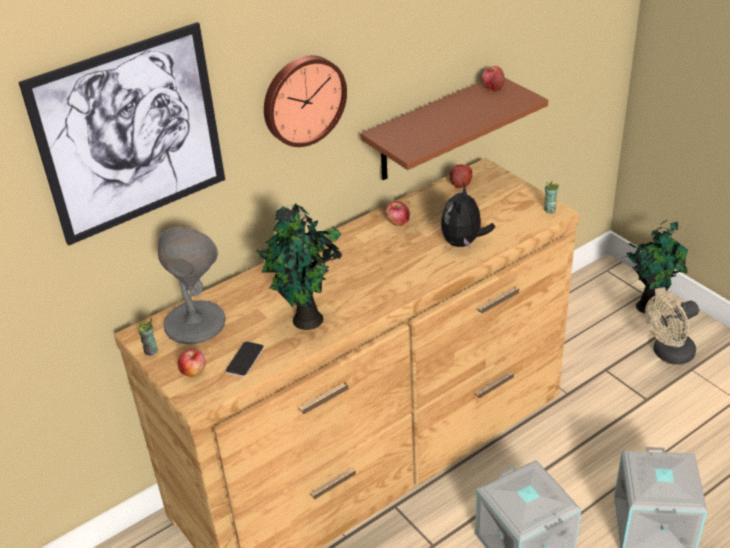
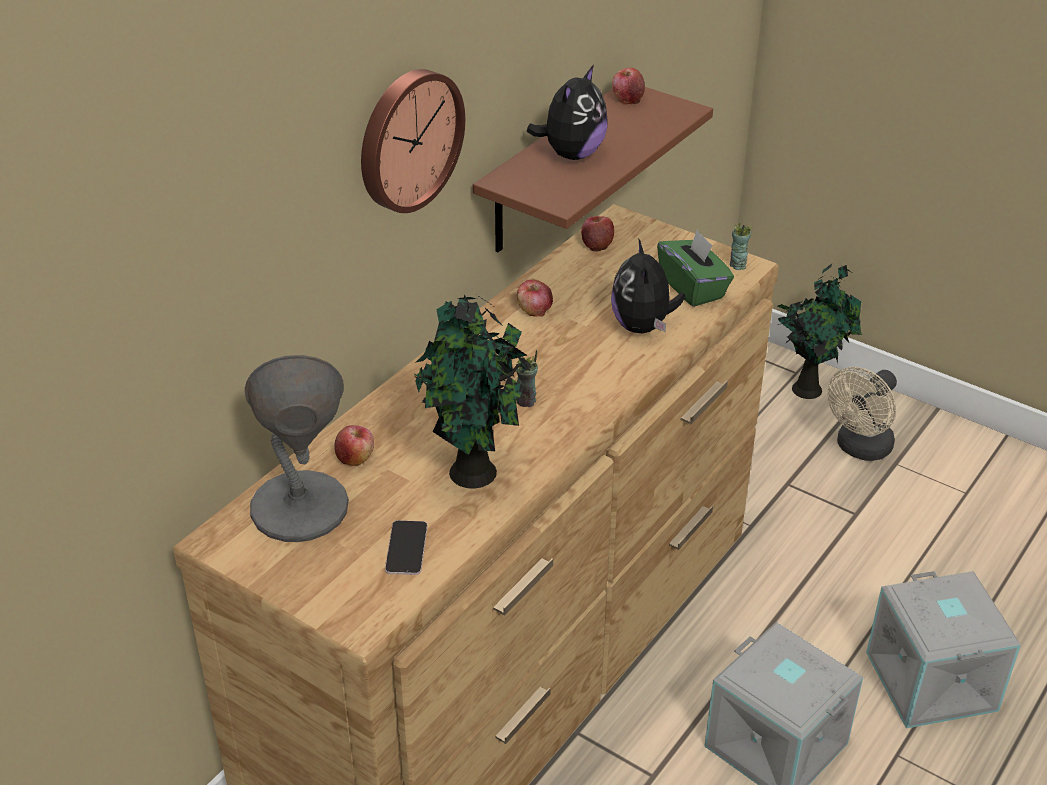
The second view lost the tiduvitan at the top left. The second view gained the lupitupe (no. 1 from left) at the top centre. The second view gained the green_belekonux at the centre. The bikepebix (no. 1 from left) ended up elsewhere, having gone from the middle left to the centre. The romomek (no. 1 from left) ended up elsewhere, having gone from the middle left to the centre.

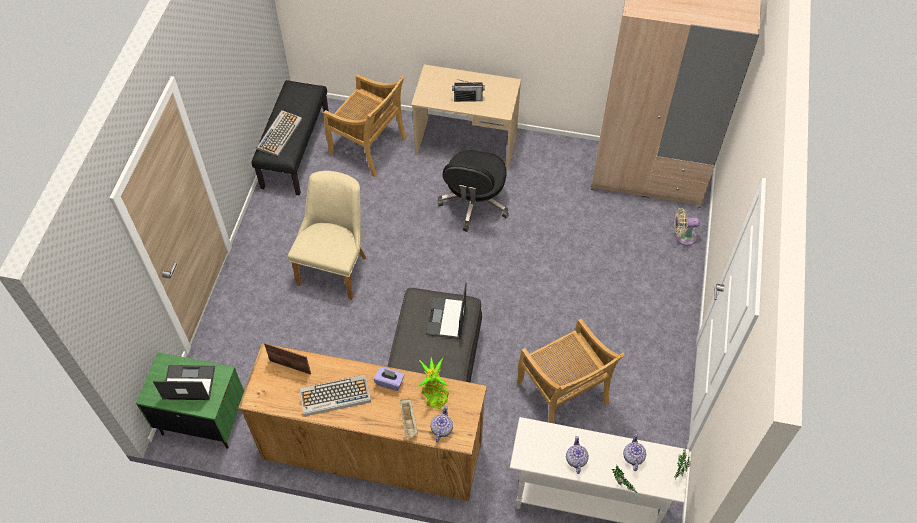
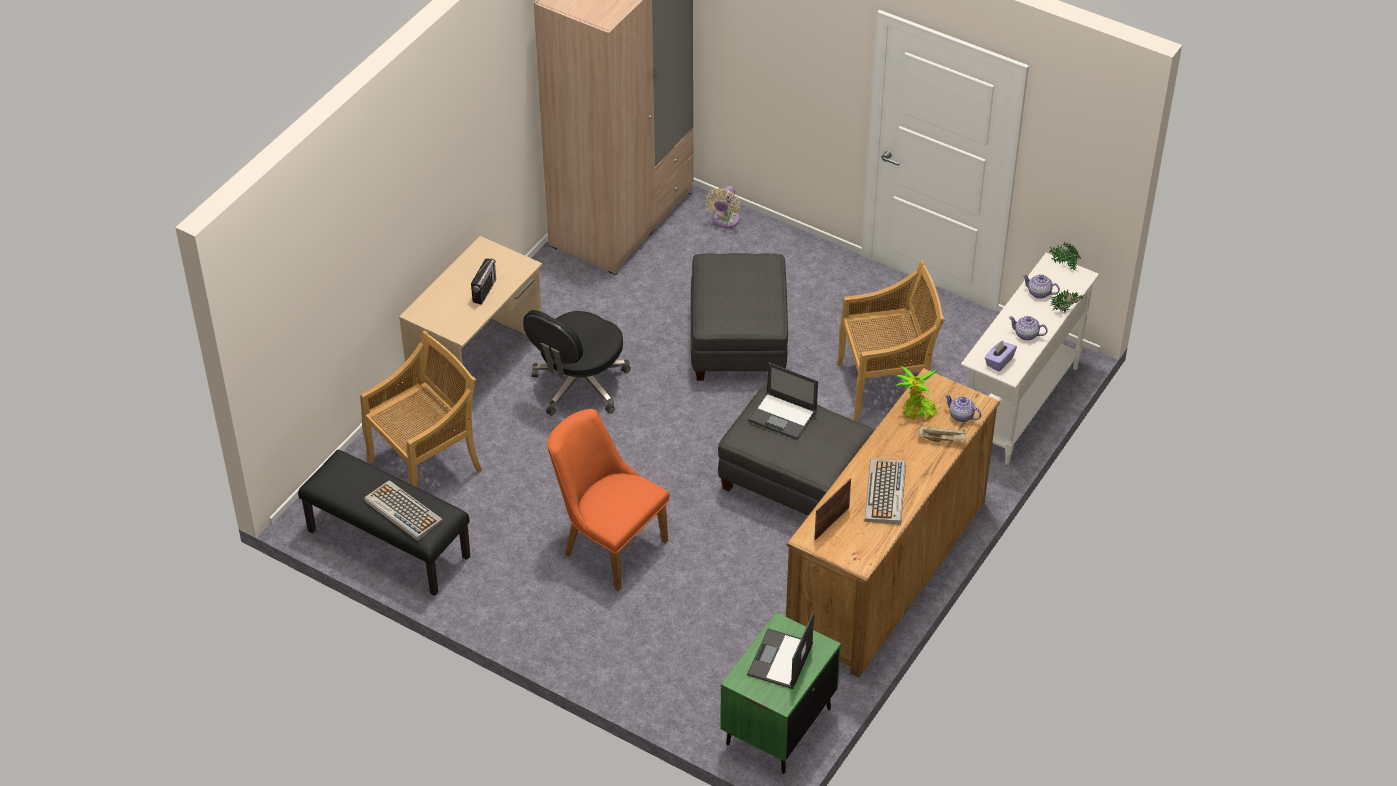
The second view gained the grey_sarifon (no. 1 from left) at the centre. The purple_belekonux ended up elsewhere, having gone from the bottom centre to the middle right. What was the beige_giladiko (no. 1 from left) at the centre turned into the orange_giladiko at the centre. The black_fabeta at the centre ended up facing another way, 90 degrees clockwise from before.

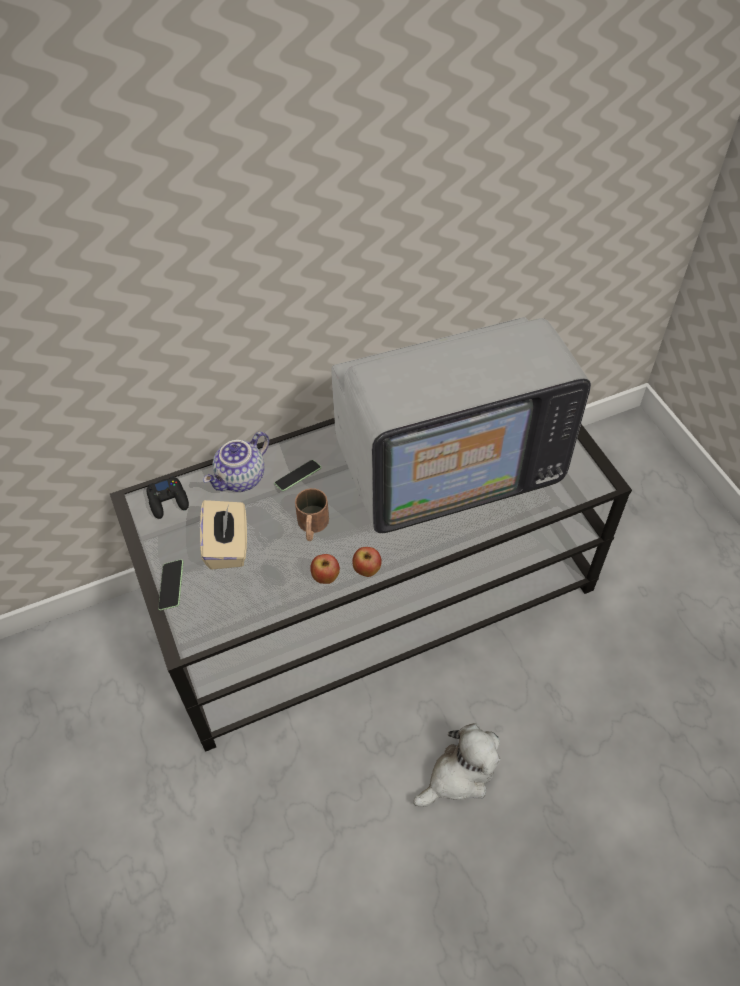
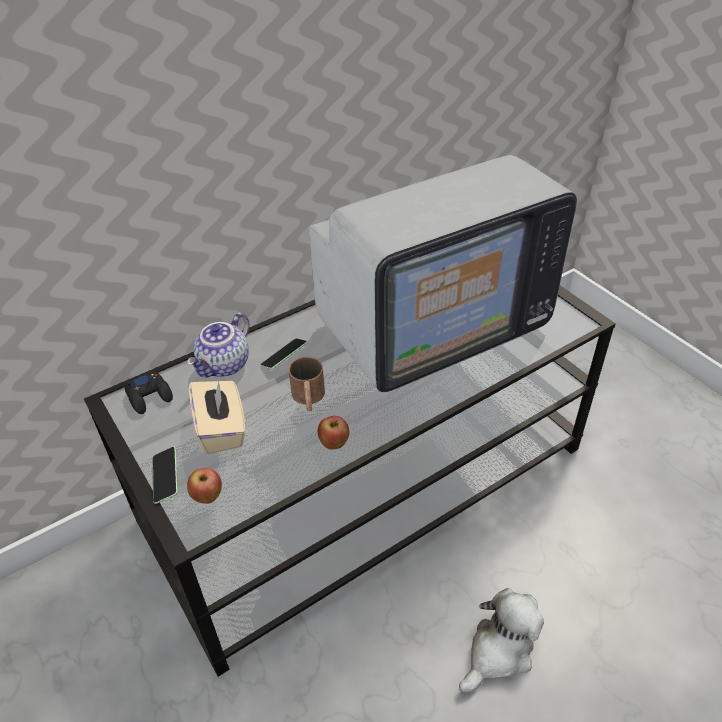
The romomek (no. 2 from left in the first image) ended up elsewhere, having gone from the centre to the bottom left.

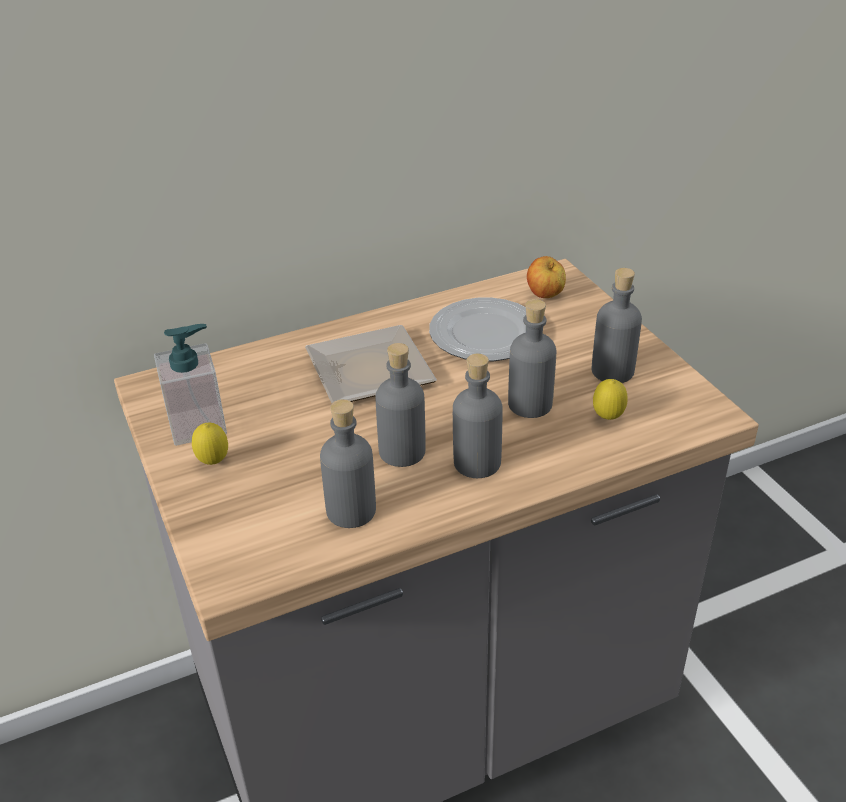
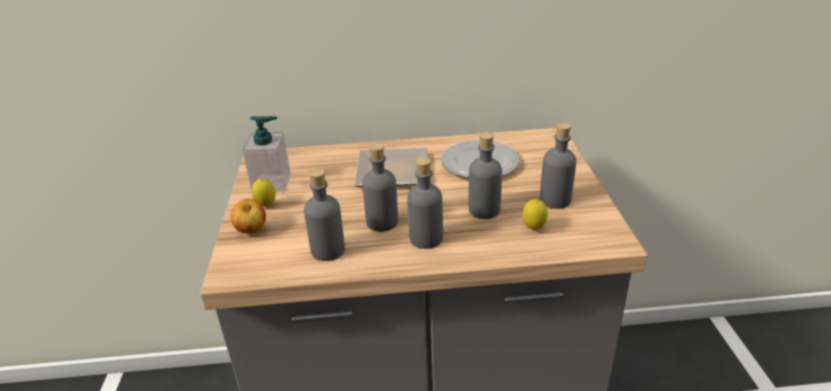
The romomek ended up elsewhere, having gone from the centre to the middle left.

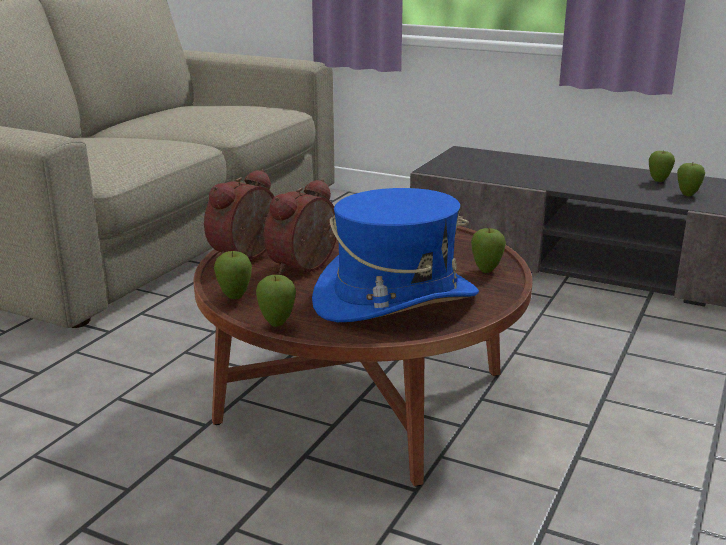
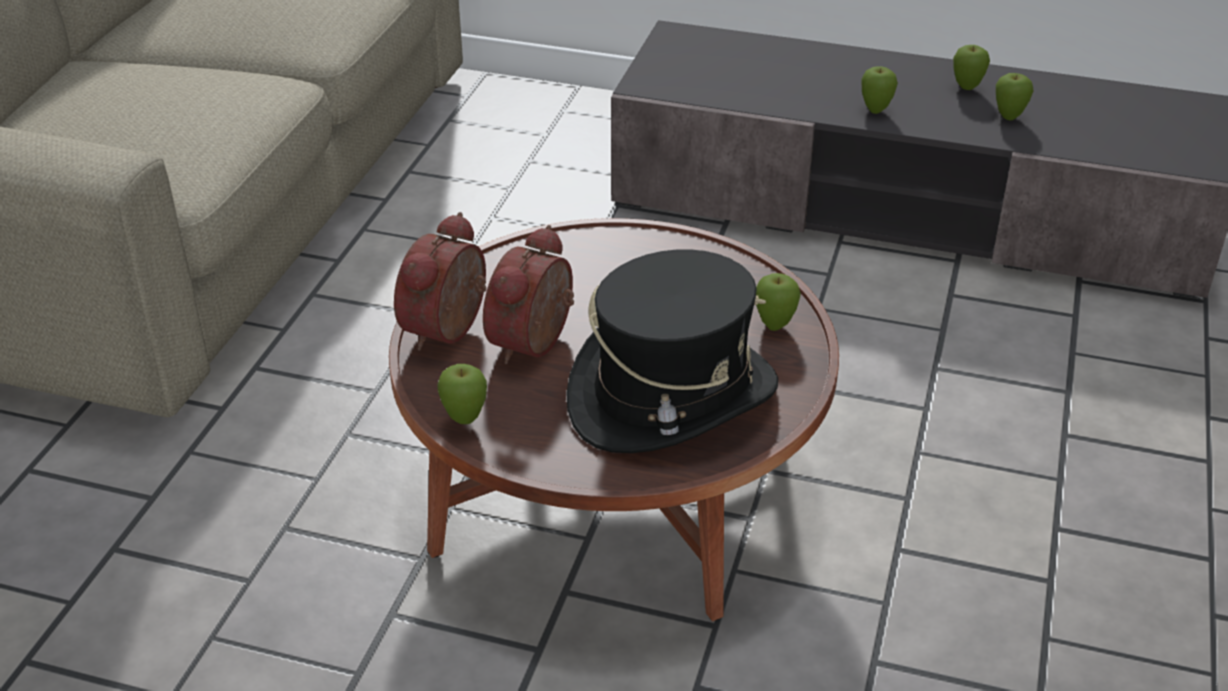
The romomek (no. 2 from left in the first image) ended up elsewhere, having gone from the centre to the top right. What was the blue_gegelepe at the centre turned into the black_gegelepe at the centre.

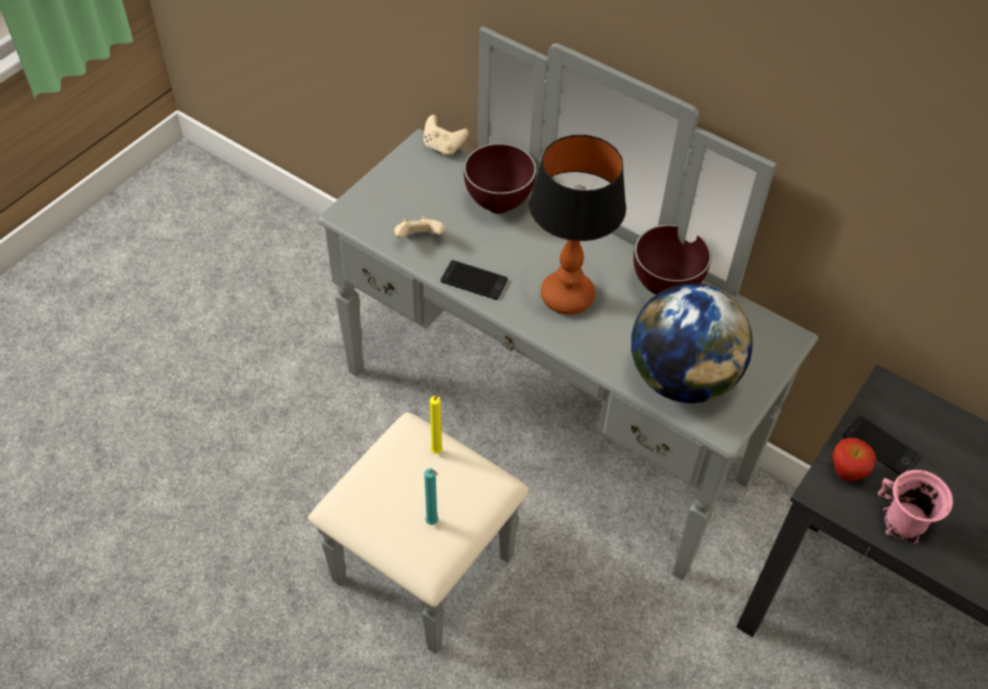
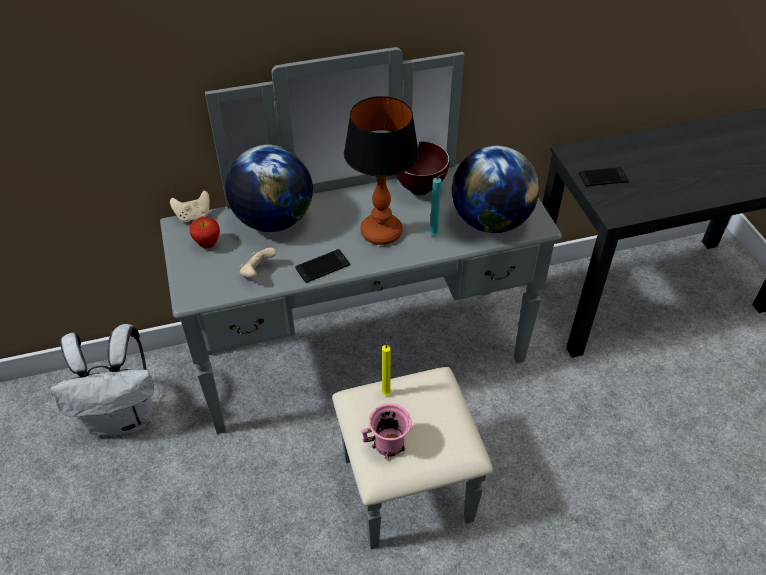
The second view gained the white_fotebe at the middle left. The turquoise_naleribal ended up elsewhere, having gone from the bottom centre to the centre. The romomek ended up elsewhere, having gone from the middle right to the middle left. The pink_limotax ended up elsewhere, having gone from the bottom right to the bottom centre. Where the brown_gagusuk (no. 1 from left) stood at the top centre, the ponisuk (no. 1 from left) came to stand at the top centre.

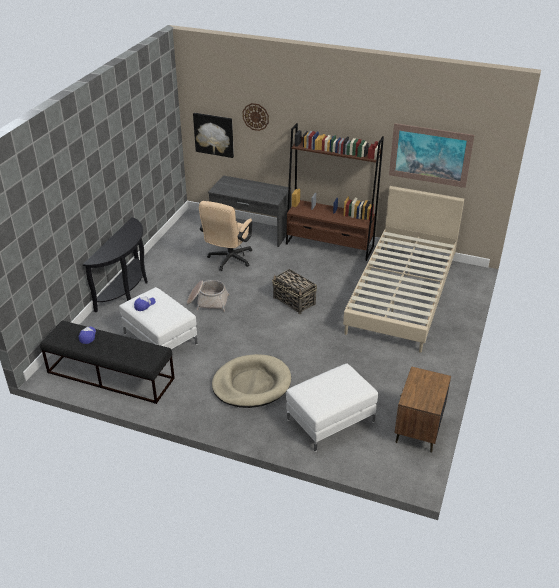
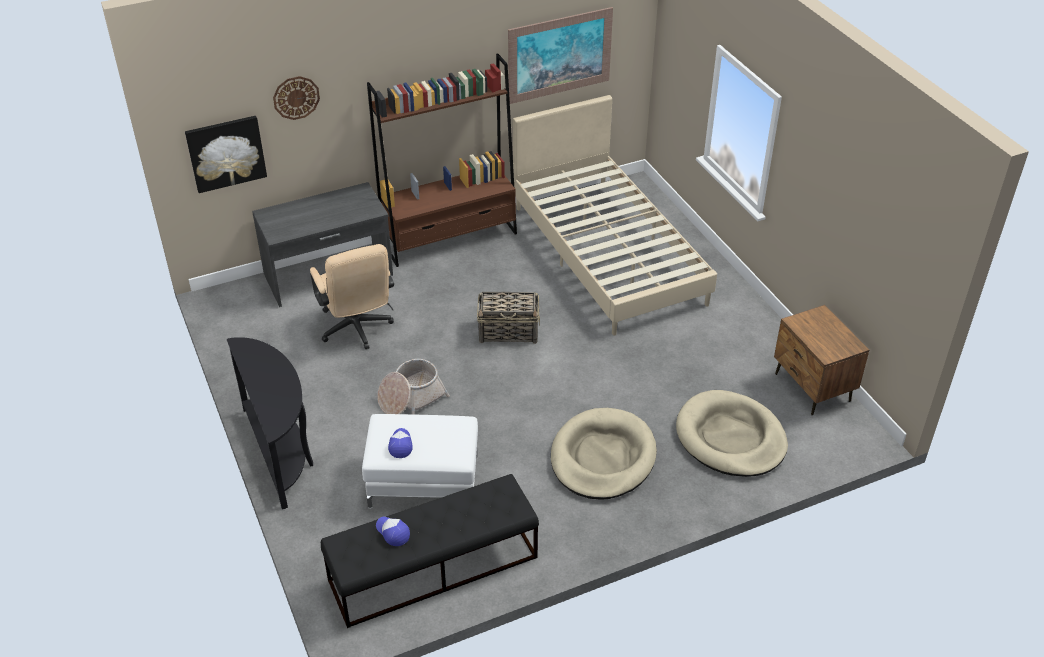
Where the white_sarifon (no. 2 from left) stood at the bottom centre, the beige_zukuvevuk (no. 2 from left) came to stand at the middle right.

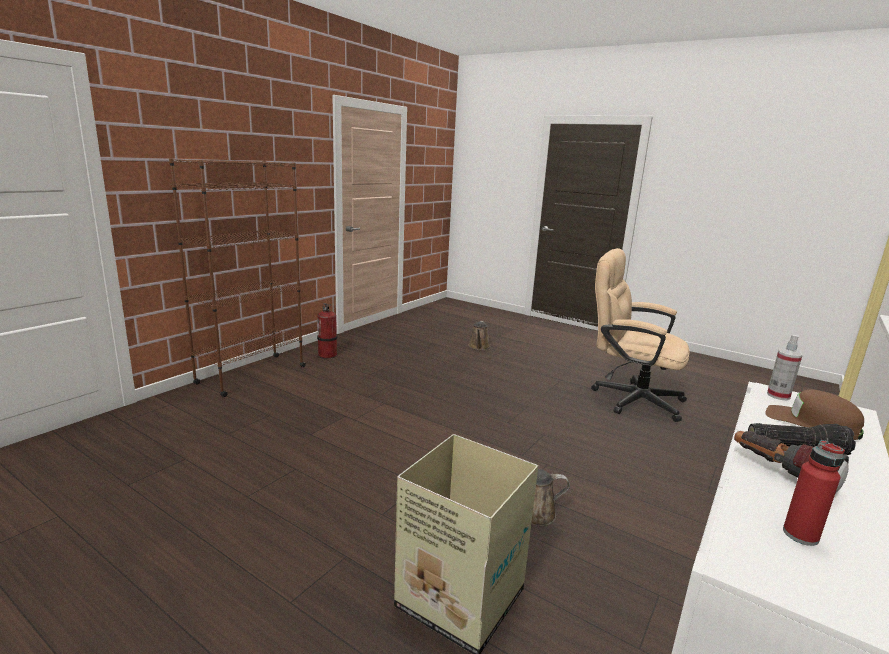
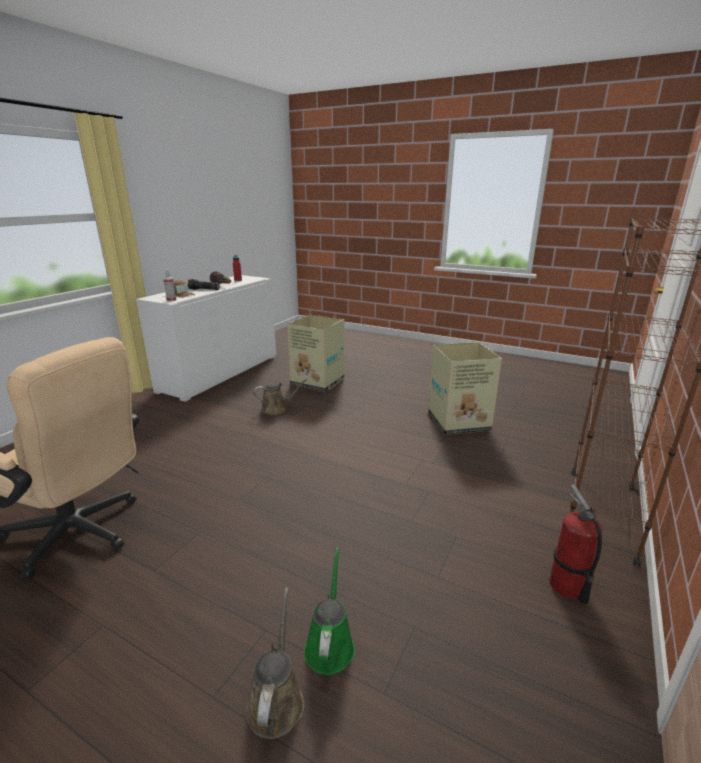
The second view gained the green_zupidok at the bottom centre. The second view gained the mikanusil (no. 2 from left) at the centre.

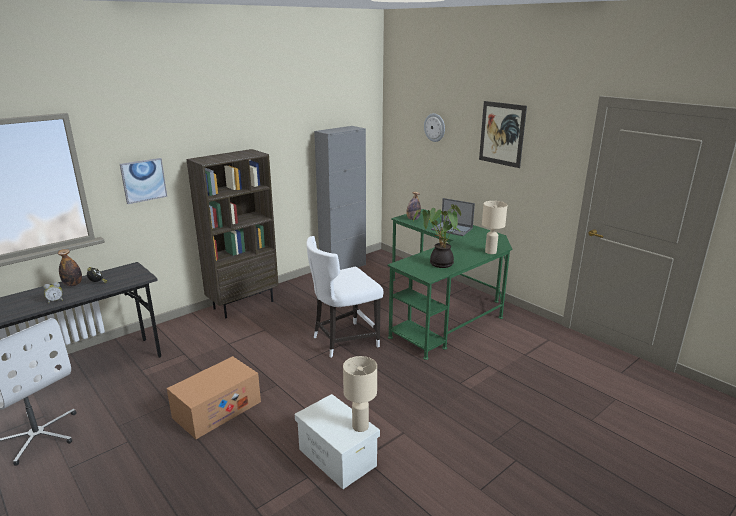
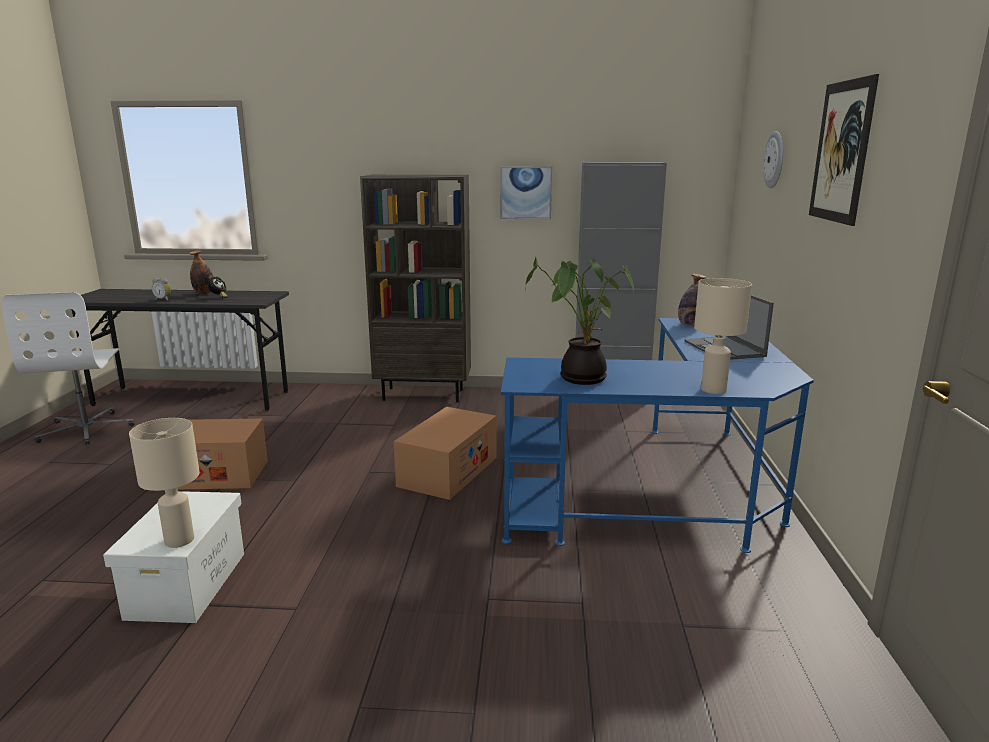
The tiduvitan (no. 1 from left) ended up elsewhere, having gone from the middle left to the top centre. Where the white_giladiko stood at the centre, the mikanusil (no. 2 from left) came to stand at the centre. What was the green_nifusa at the centre turned into the blue_nifusa at the centre.

